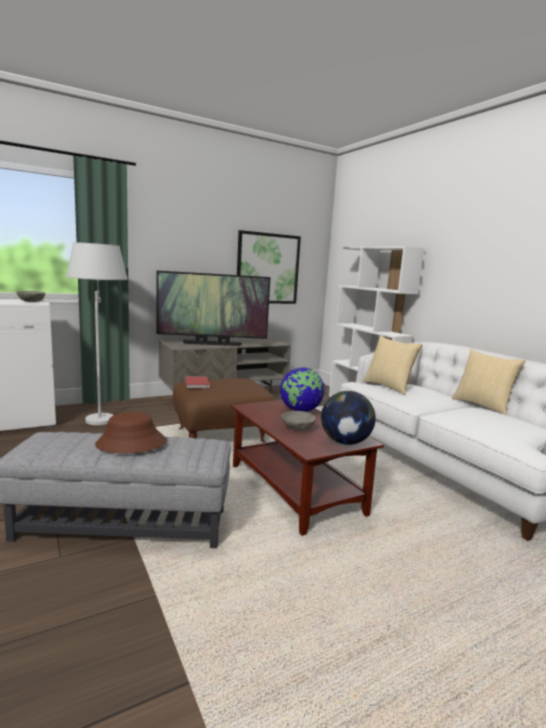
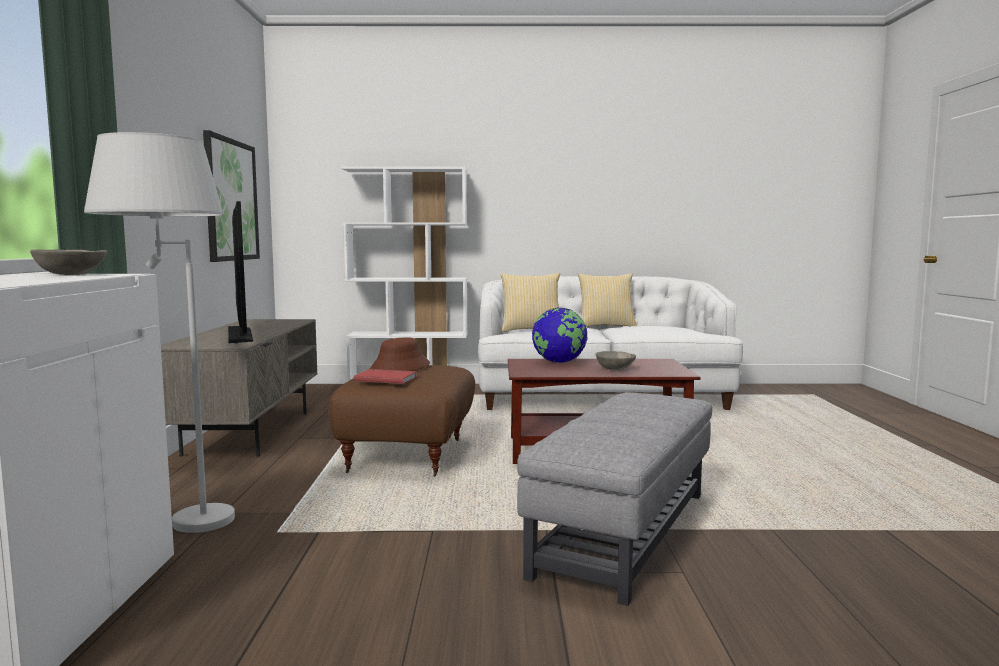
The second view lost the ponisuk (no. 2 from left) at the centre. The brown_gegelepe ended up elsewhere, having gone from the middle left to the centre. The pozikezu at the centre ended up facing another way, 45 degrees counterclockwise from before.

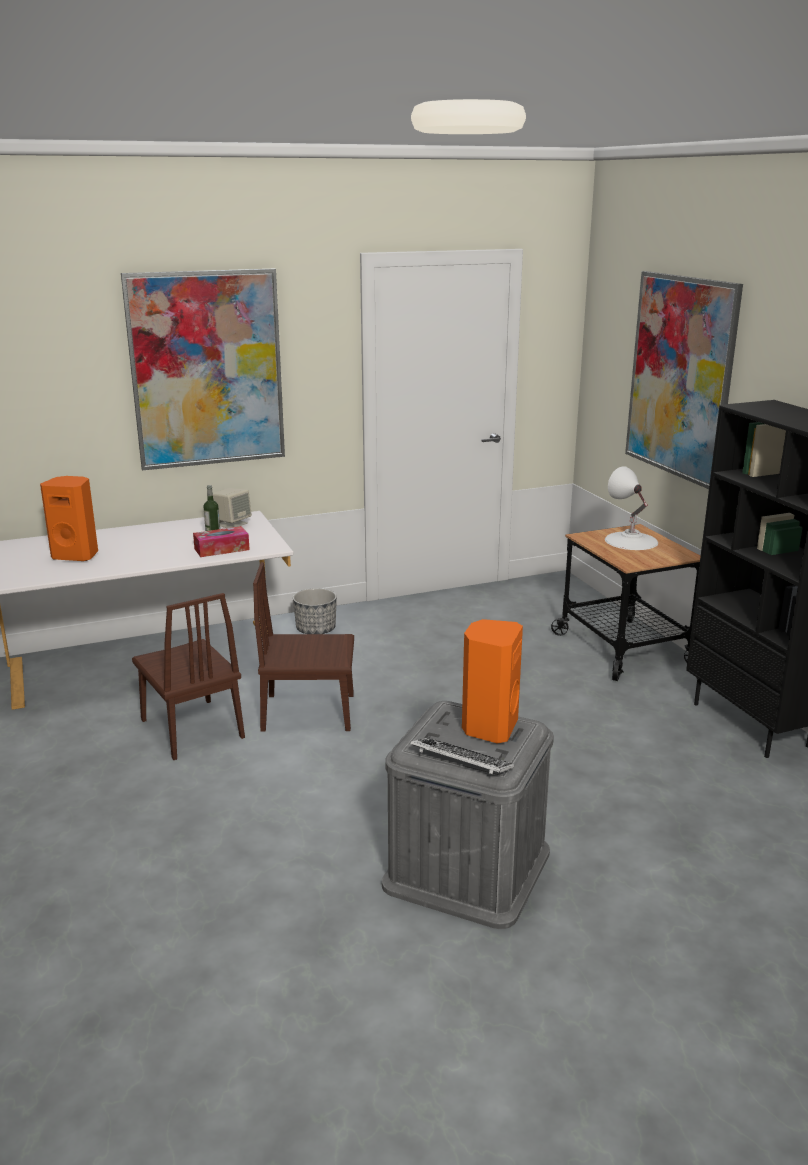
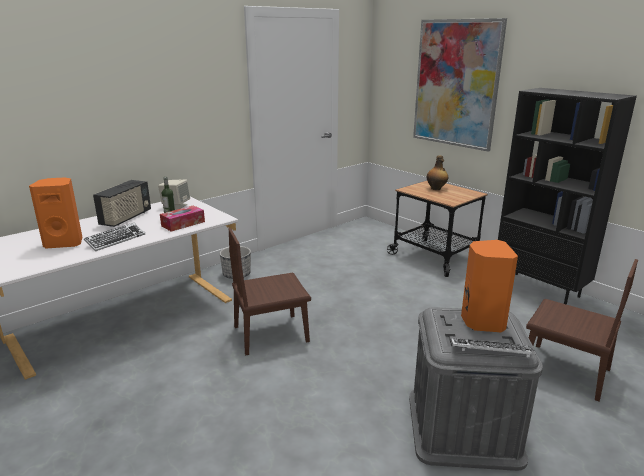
The second view lost the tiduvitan (no. 1 from left) at the top left. The second view gained the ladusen (no. 1 from left) at the middle left. The second view gained the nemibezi at the middle left. The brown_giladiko (no. 1 from left in the first image) ended up elsewhere, having gone from the middle left to the bottom right. Where the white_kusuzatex stood at the middle right, the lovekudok (no. 2 from left) came to stand at the middle right.

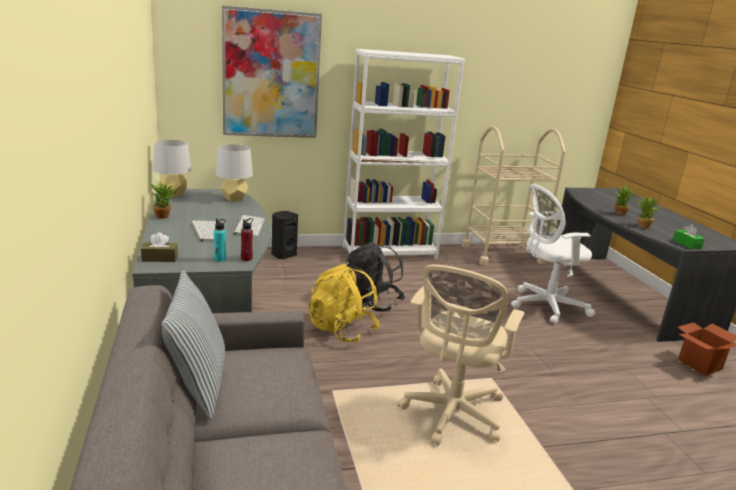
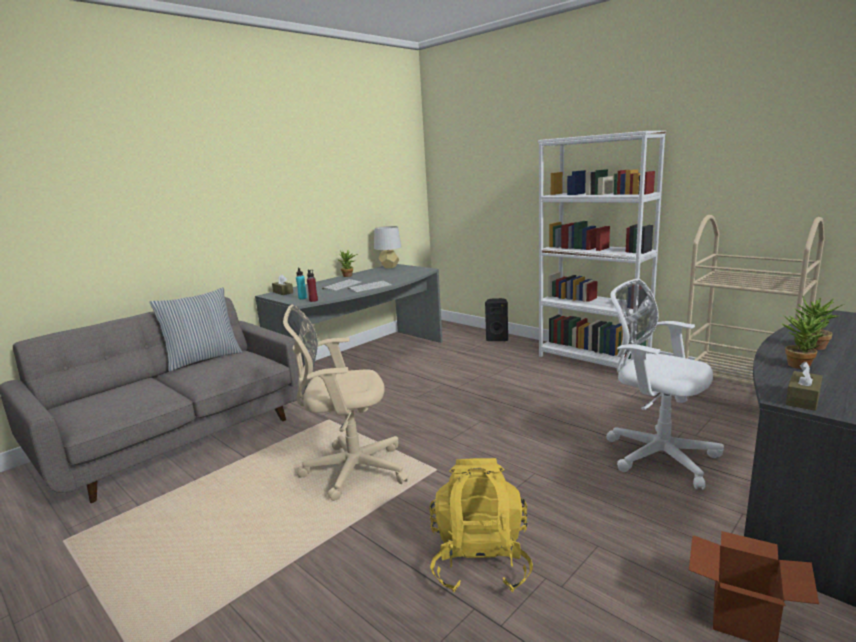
The second view lost the grey_kusuzatex (no. 2 from left) at the middle left. The second view lost the tiduvitan at the top centre. The second view lost the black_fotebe at the centre. The yellow_fotebe ended up elsewhere, having gone from the centre to the bottom centre. What was the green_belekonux at the middle right turned into the brown_belekonux (no. 2 from left) at the middle right.

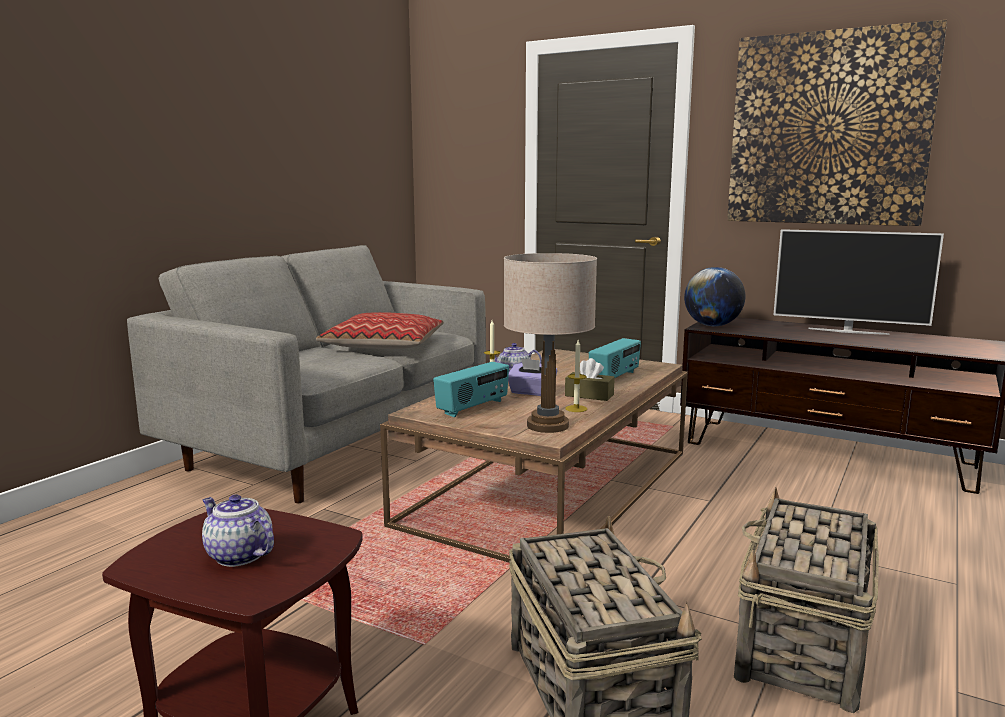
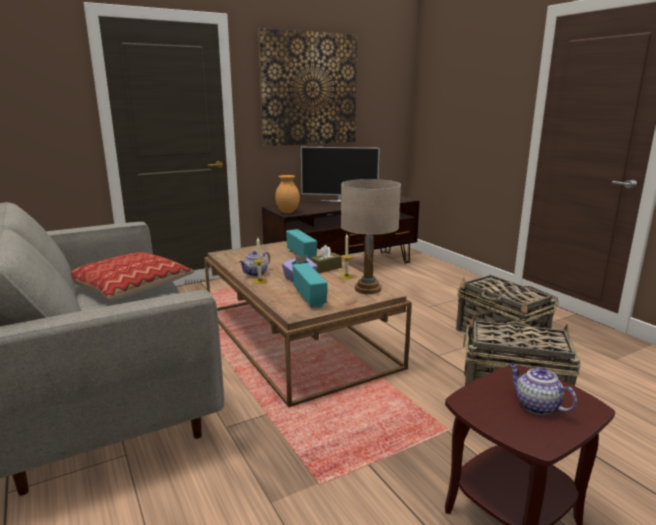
Where the ponisuk stood at the middle right, the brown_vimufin came to stand at the centre. The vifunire (no. 1 from left in the first image) at the bottom left ended up facing another way, 75 degrees clockwise from before. The pozikezu at the middle right ended up facing another way, 45 degrees clockwise from before.

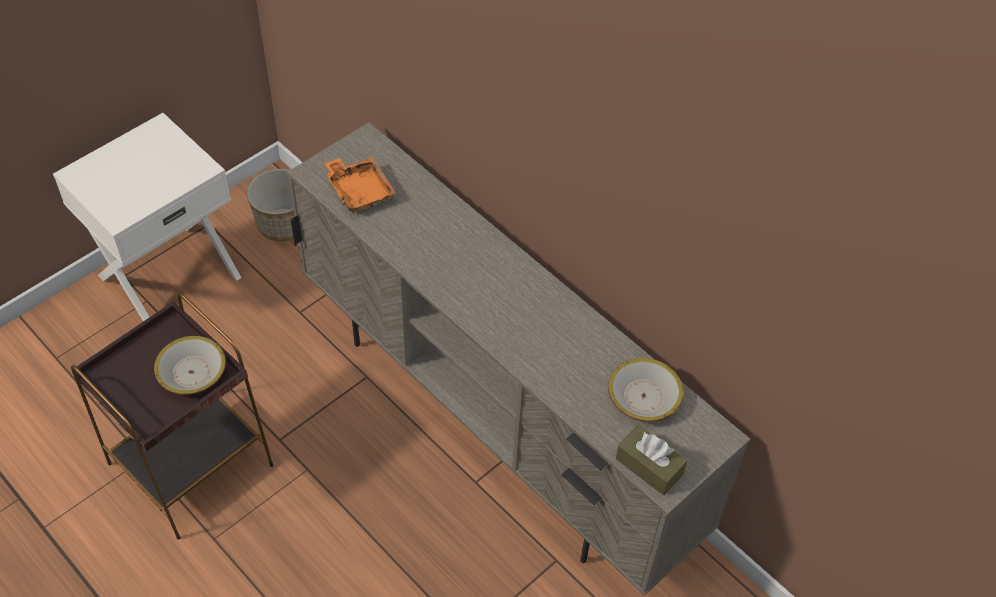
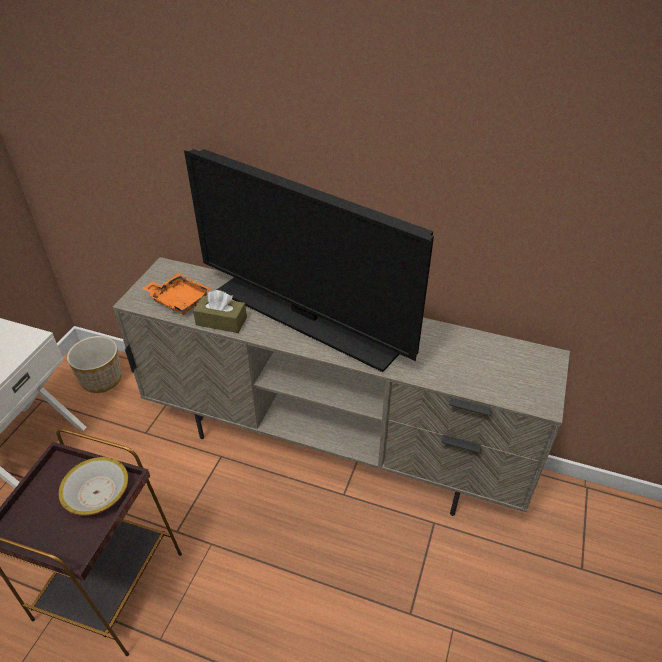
The second view lost the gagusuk (no. 2 from left) at the centre. The second view gained the pozikezu at the centre. The brown_belekonux ended up elsewhere, having gone from the bottom centre to the middle left.

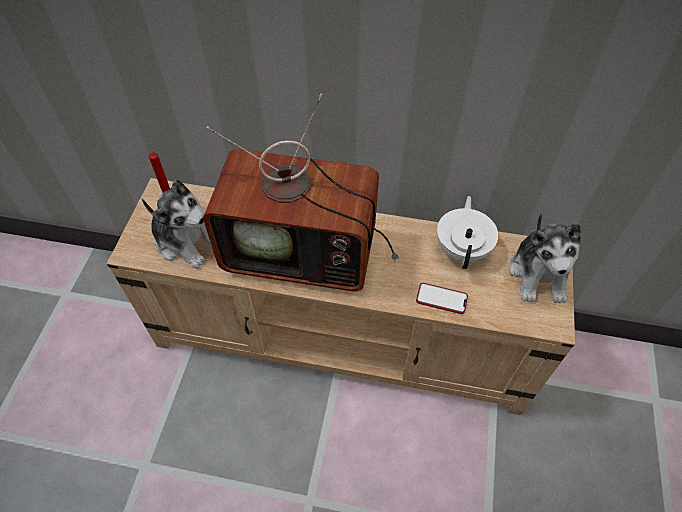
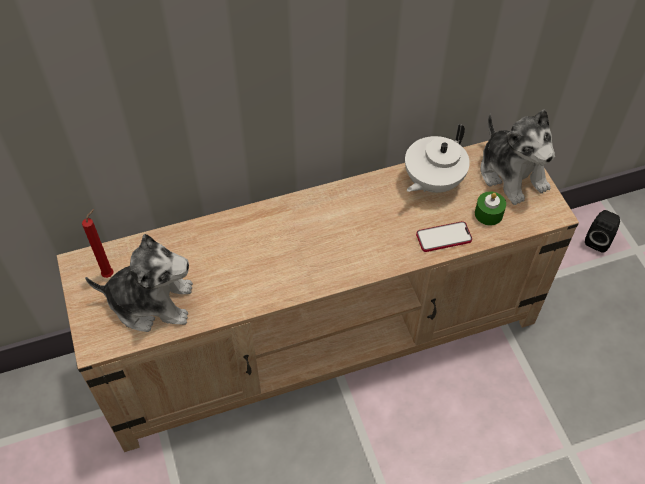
The second view lost the pozikezu at the centre. The second view gained the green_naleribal at the middle right. The second view gained the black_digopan at the middle right. The white_vifunire at the middle right ended up facing another way, 120 degrees counterclockwise from before.

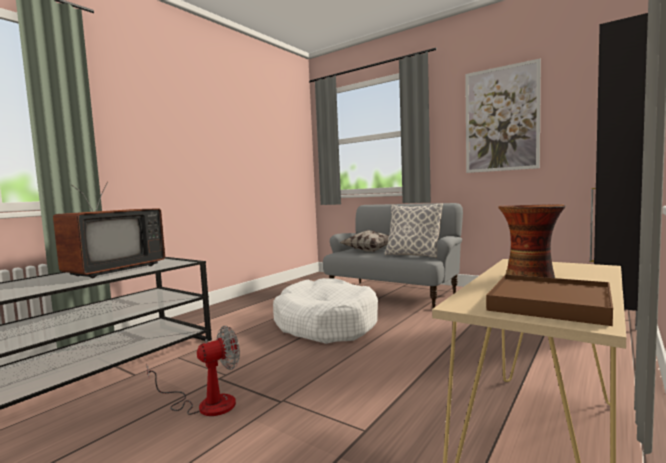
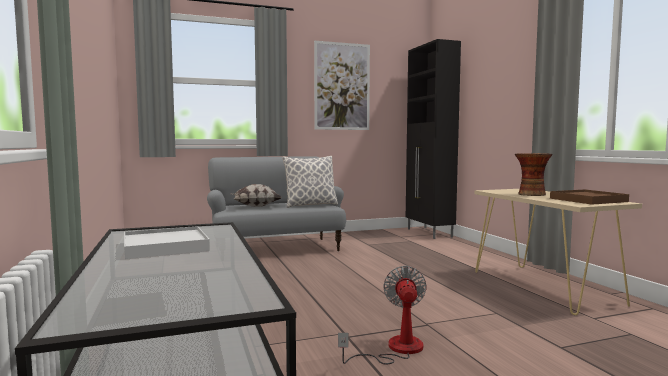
The second view lost the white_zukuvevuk at the bottom centre. Where the pozikezu stood at the middle left, the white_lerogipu came to stand at the middle left.

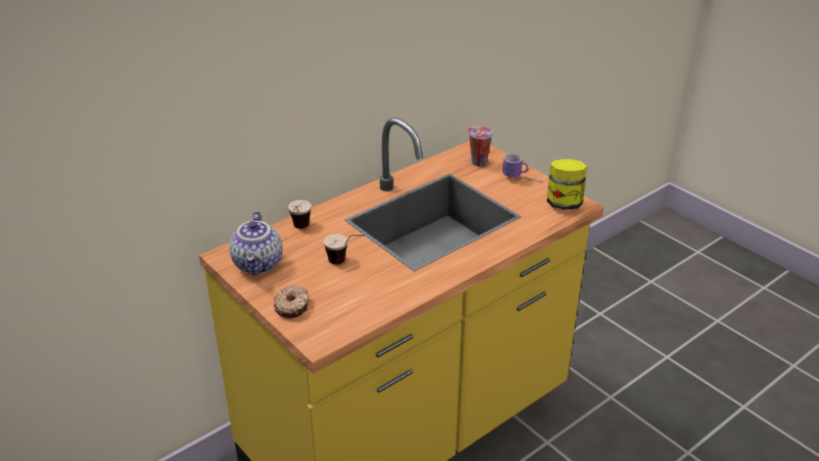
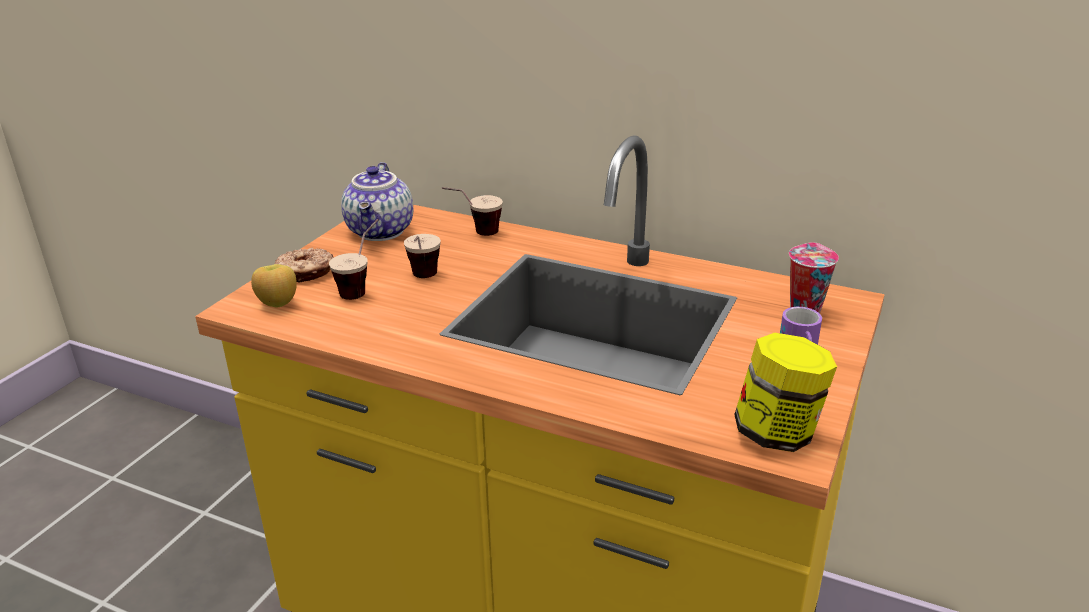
The second view gained the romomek at the middle left. The second view gained the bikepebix (no. 1 from left) at the middle left. The vifunire at the middle left ended up facing another way, 60 degrees counterclockwise from before.

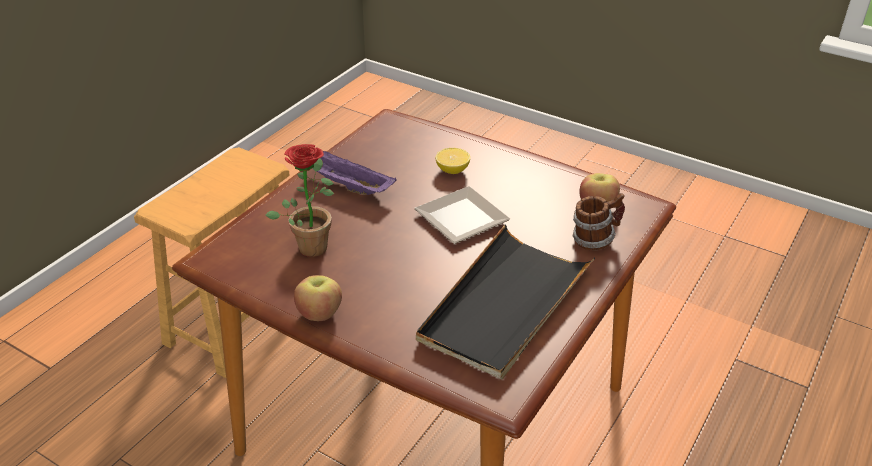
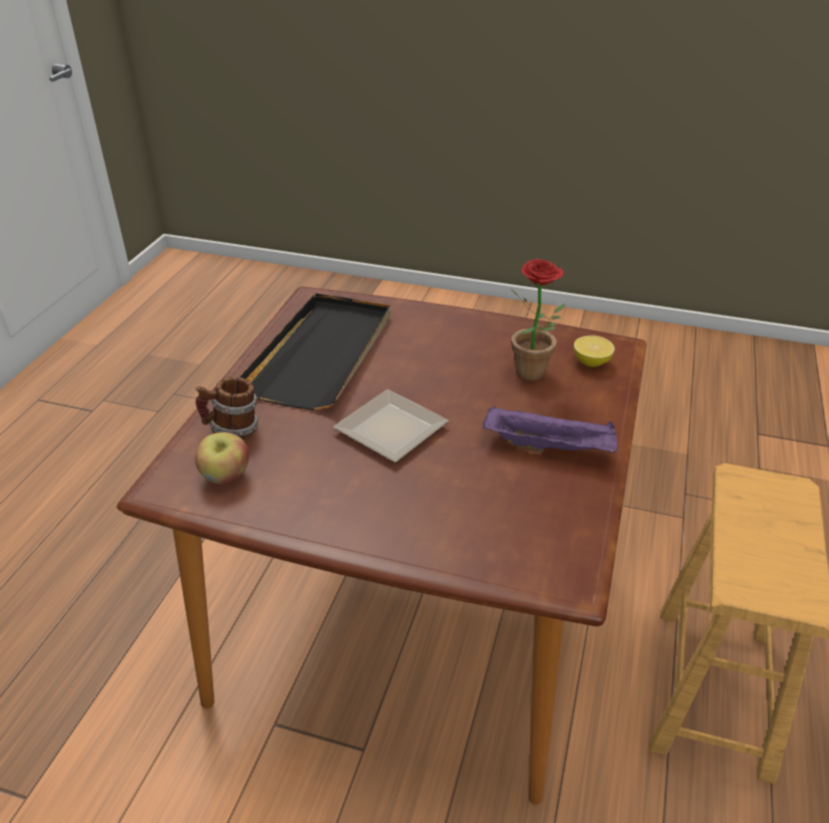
The second view lost the romomek (no. 1 from left) at the centre. The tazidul ended up elsewhere, having gone from the centre to the middle right.

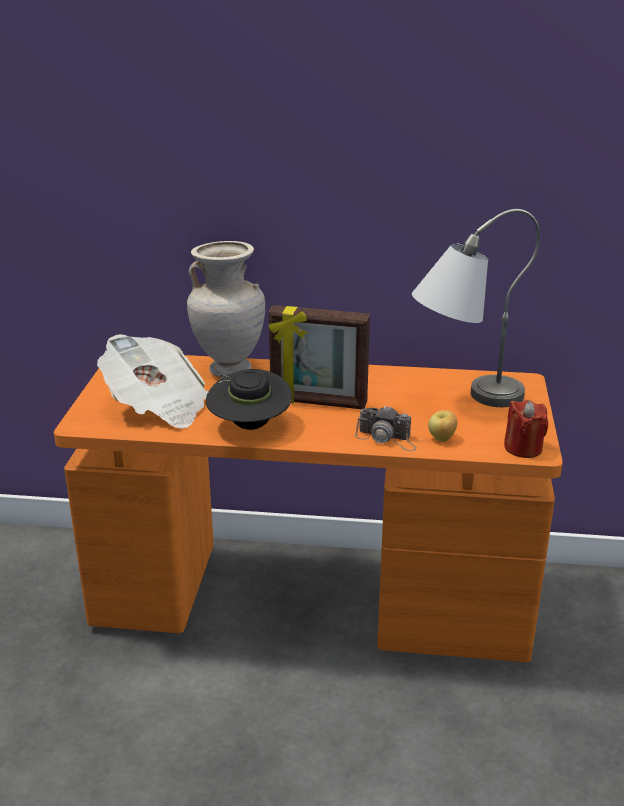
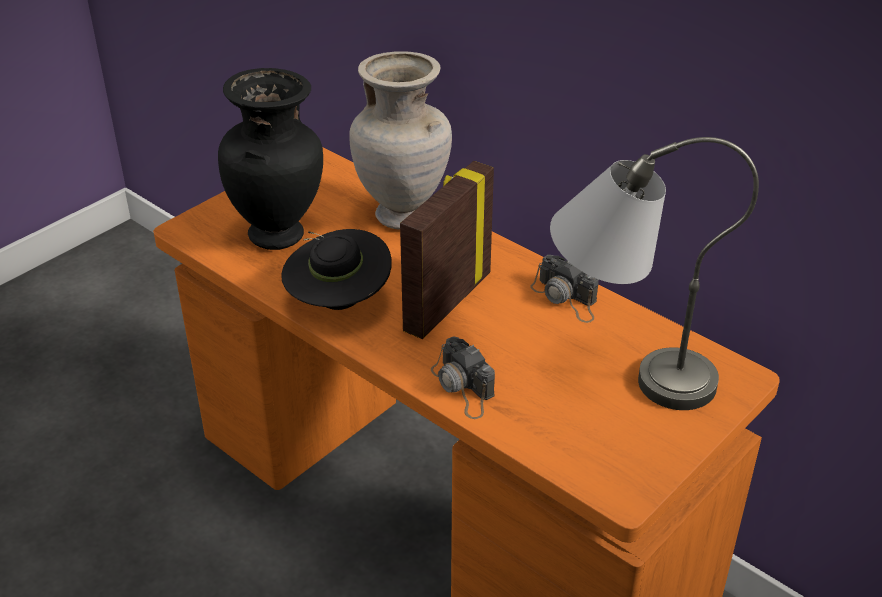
The second view lost the romomek at the middle right. The second view lost the red_naleribal at the middle right. The second view gained the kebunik (no. 2 from left) at the centre. Where the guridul stood at the middle left, the black_vimufin came to stand at the top left. The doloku at the centre ended up facing another way, 75 degrees clockwise from before.

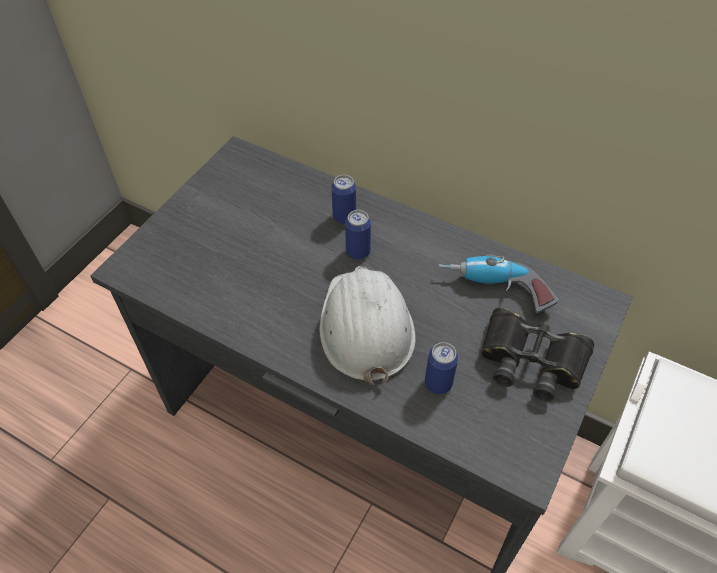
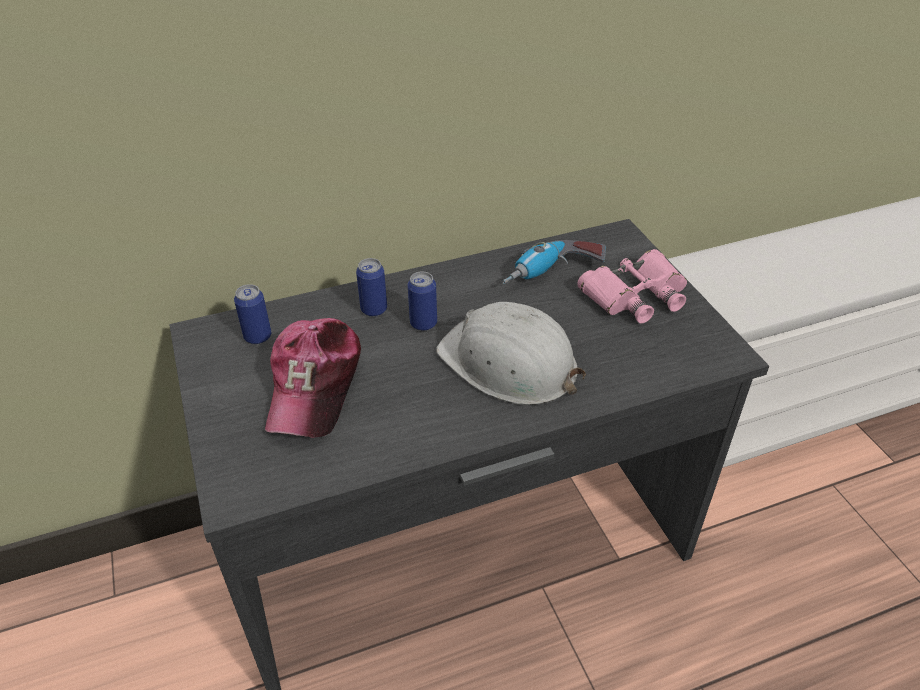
The second view gained the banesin at the centre. The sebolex (no. 3 from left in the first image) ended up elsewhere, having gone from the centre to the middle left. What was the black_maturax at the middle right turned into the pink_maturax at the middle right.

